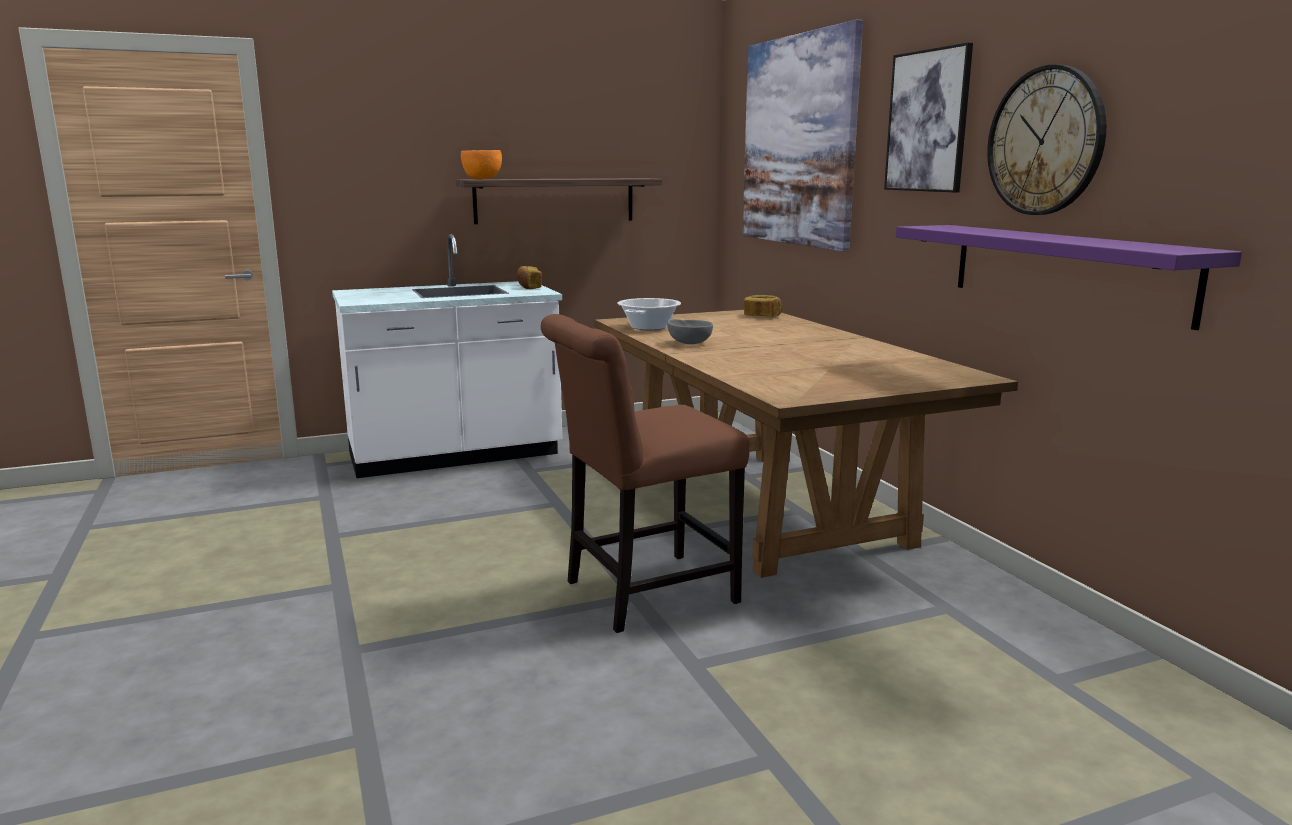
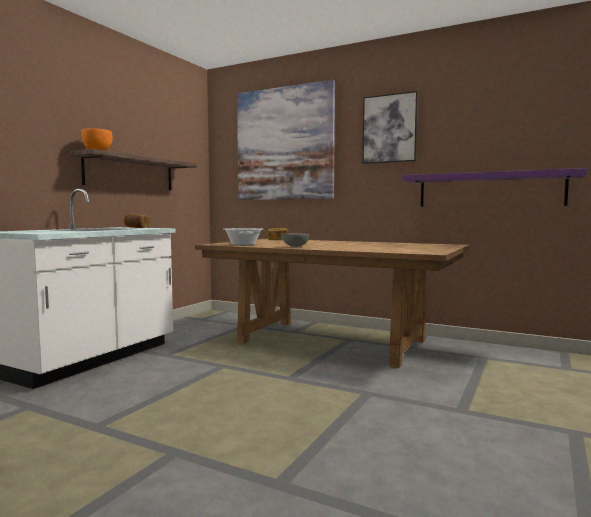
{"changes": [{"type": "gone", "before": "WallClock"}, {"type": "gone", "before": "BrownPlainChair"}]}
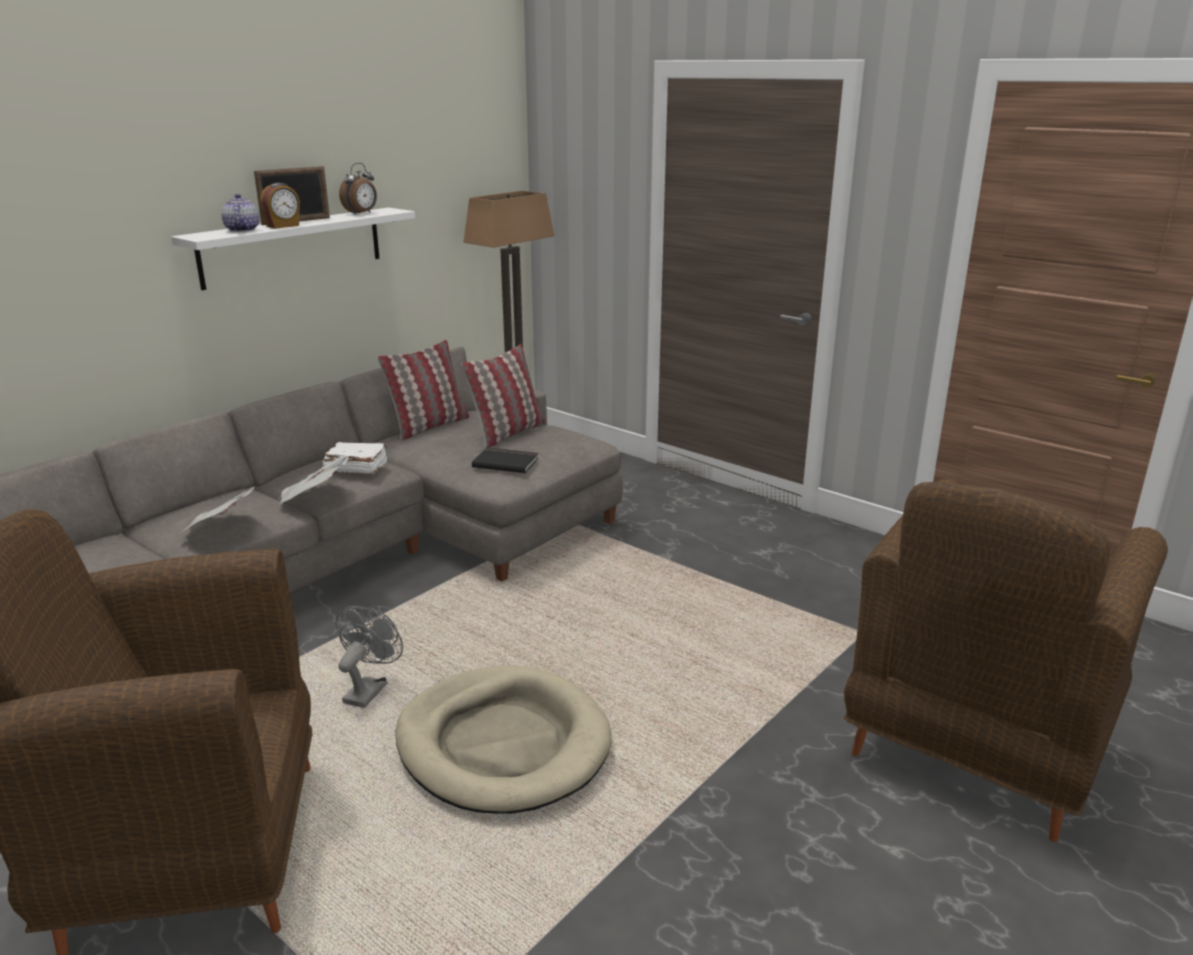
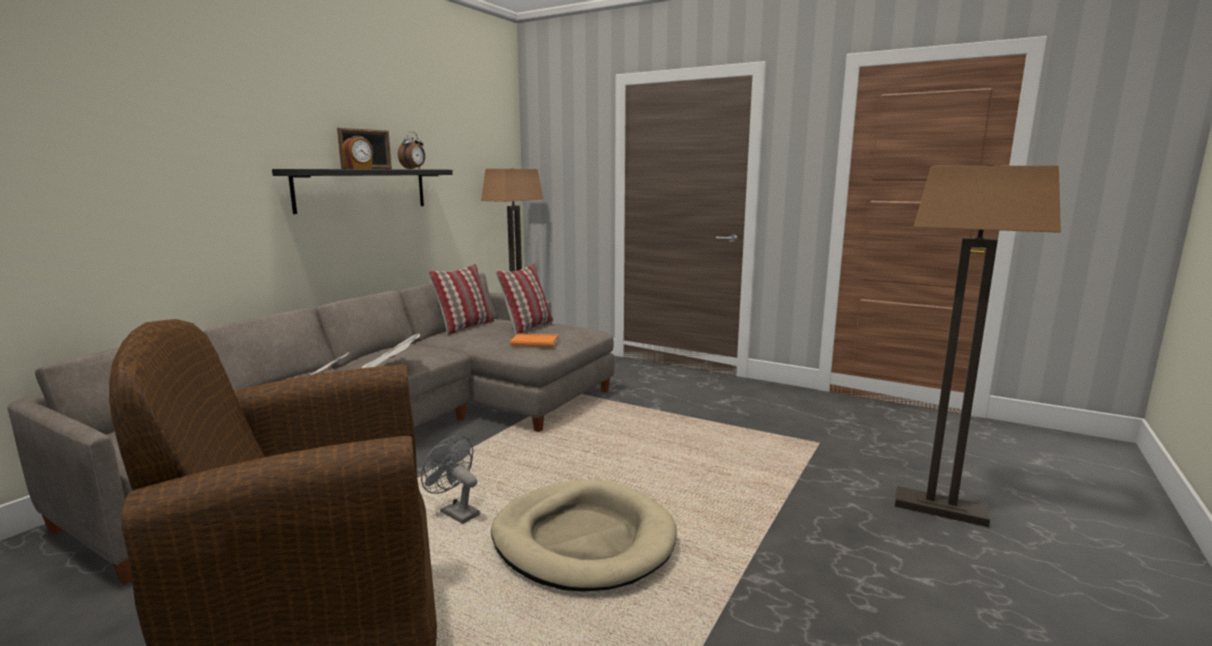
{"changes": [{"type": "gone", "before": "PotForTea"}, {"type": "repainted", "before": "WhitishWallShelf", "after": "BlackWallShelf"}, {"type": "gone", "before": "WhitishBook"}, {"type": "repainted", "before": "BlackBook", "after": "OrangeyBook"}, {"type": "swapped", "before": "BrownEasyChair (no. 2 from left)", "after": "StandingLamp (no. 2 from left)"}, {"type": "rotated", "before": "GreyCoolingFan", "turn": -60}]}
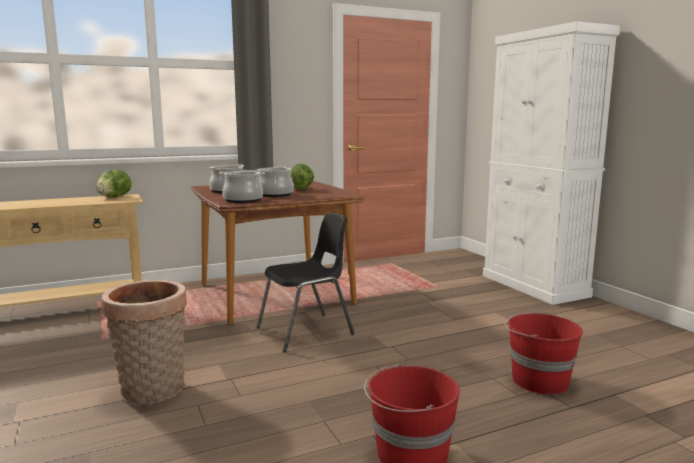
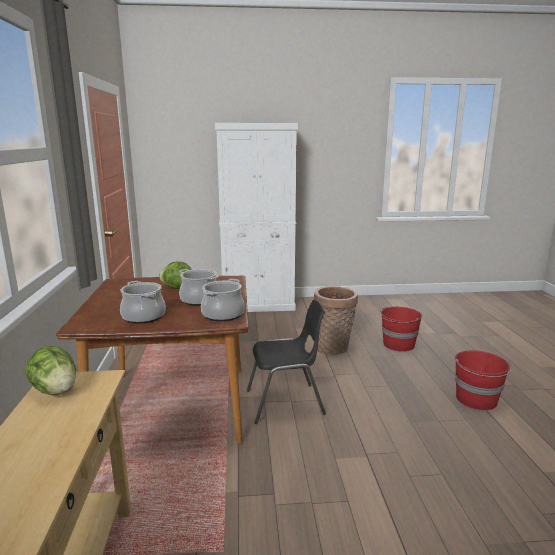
{"changes": [{"type": "rotated", "before": "BlackPlainChair", "turn": 90}, {"type": "shifted", "before": "Basket"}]}
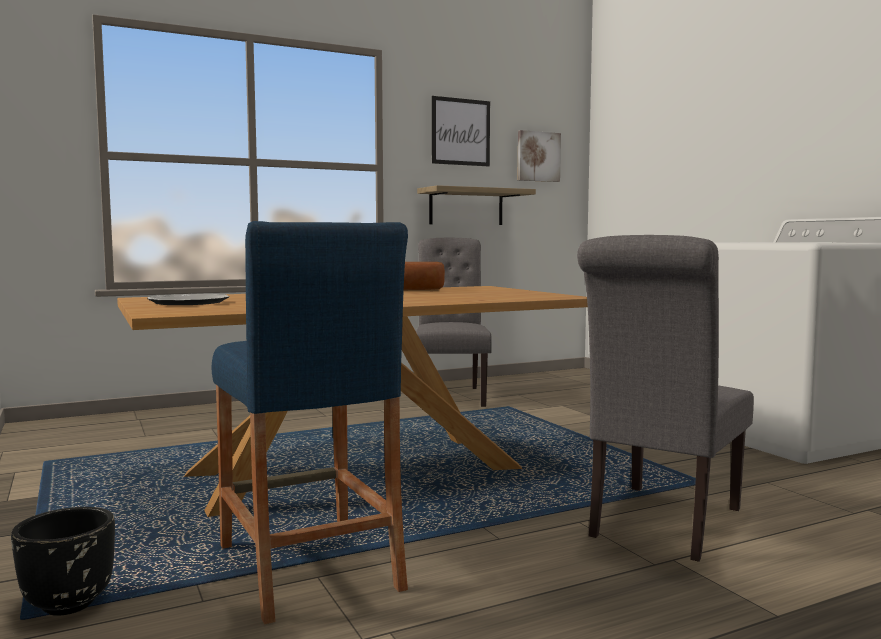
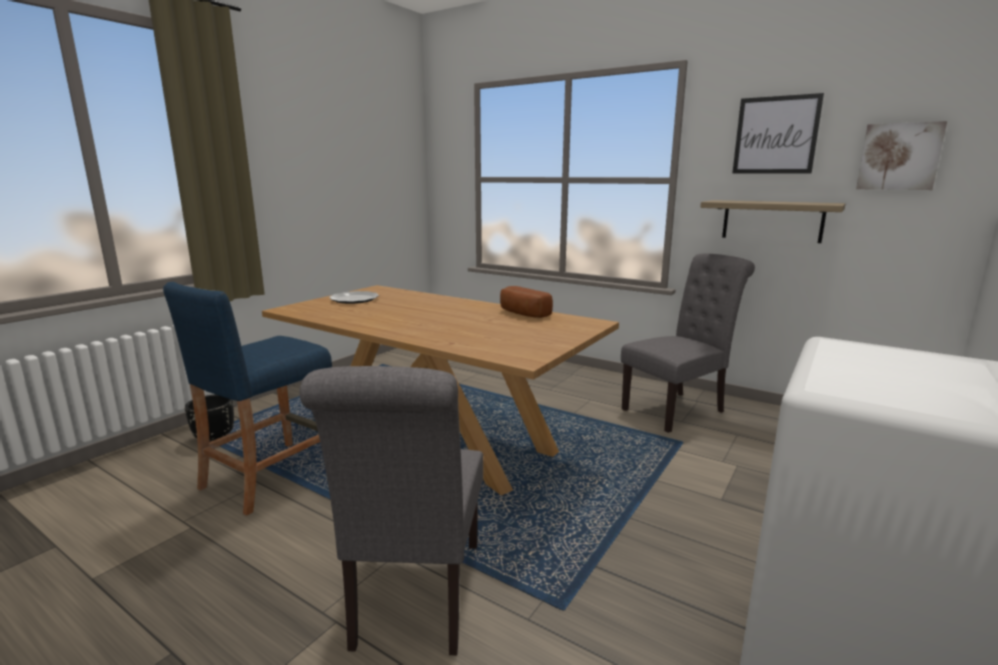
{"changes": [{"type": "rotated", "before": "GreyPlainChair (no. 2 from left in the first image)", "turn": -90}]}
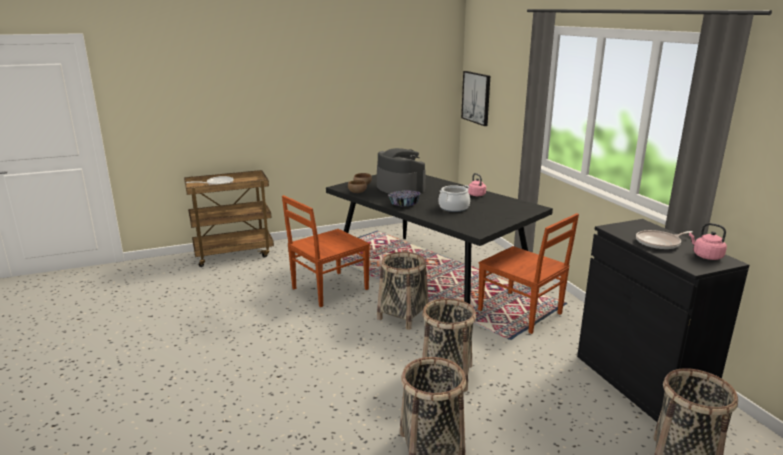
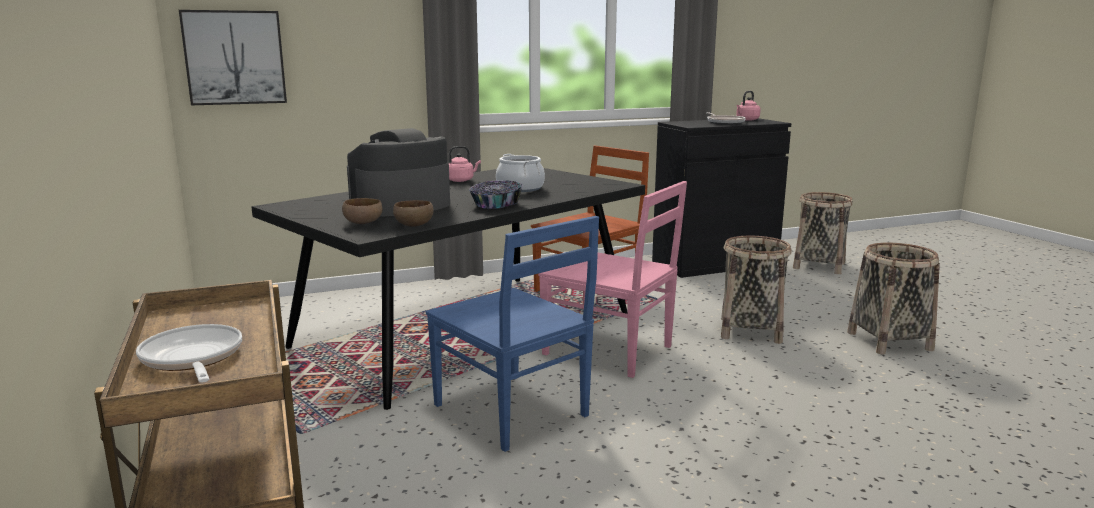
{"changes": [{"type": "repainted", "before": "BrownPlainChair (no. 1 from left)", "after": "BluePlainChair"}, {"type": "swapped", "before": "Basket (no. 1 from left)", "after": "PinkPlainChair"}]}
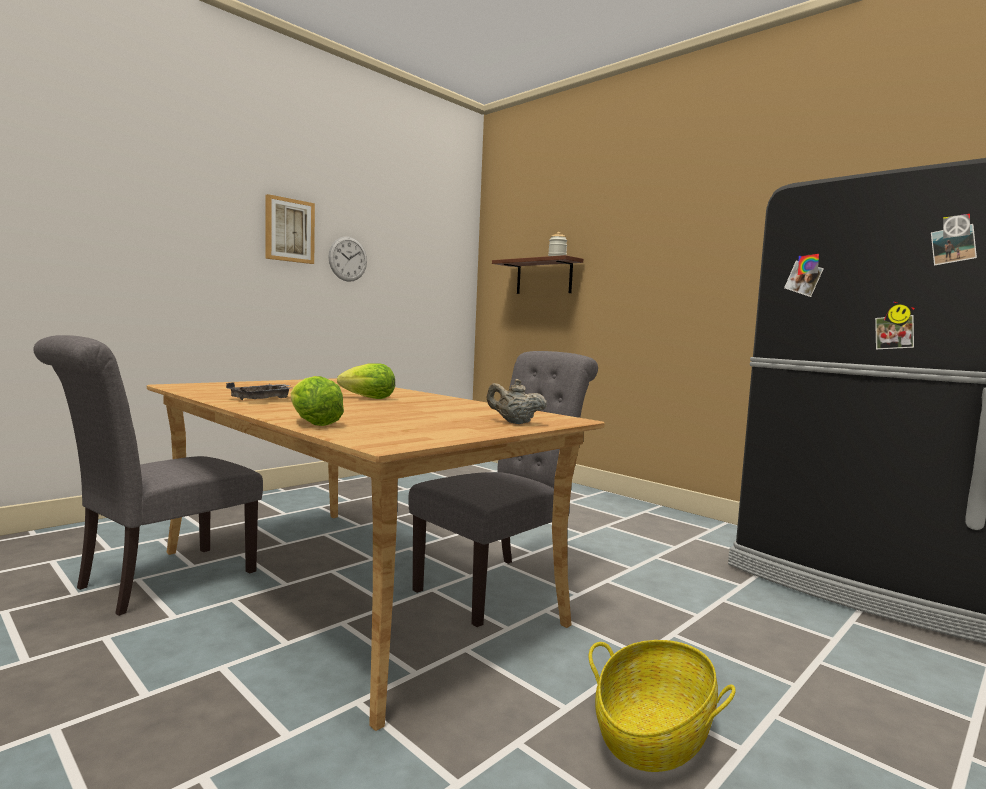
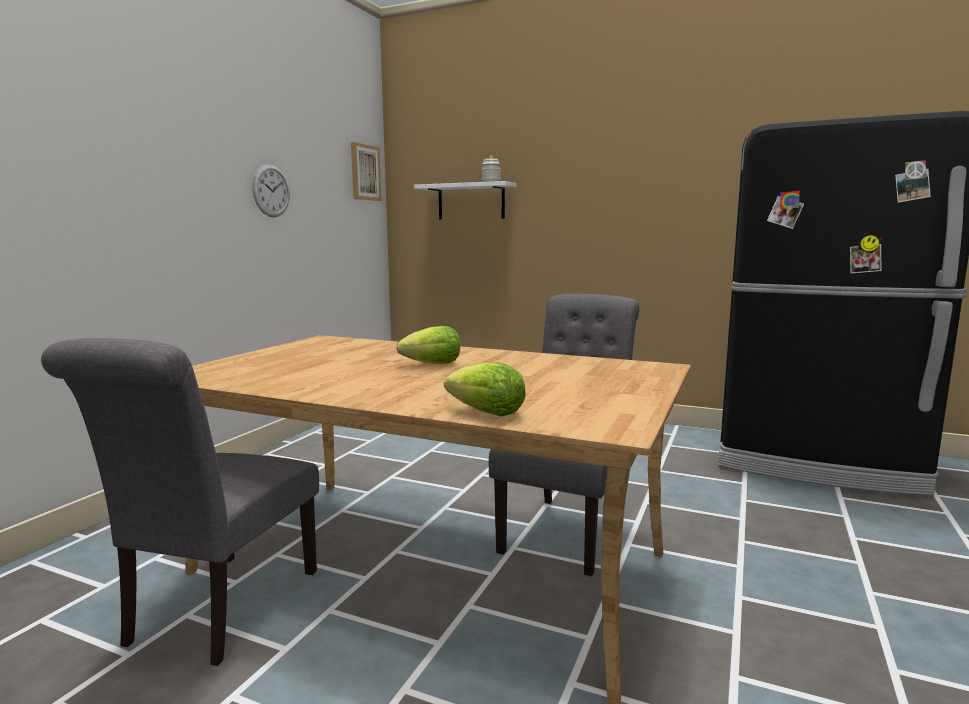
{"changes": [{"type": "shifted", "before": "WallPicture"}, {"type": "repainted", "before": "BrownWallShelf", "after": "WhitishWallShelf"}, {"type": "gone", "before": "BeigePotForTea"}, {"type": "gone", "before": "GreyCarryingTray"}, {"type": "gone", "before": "Basket"}]}
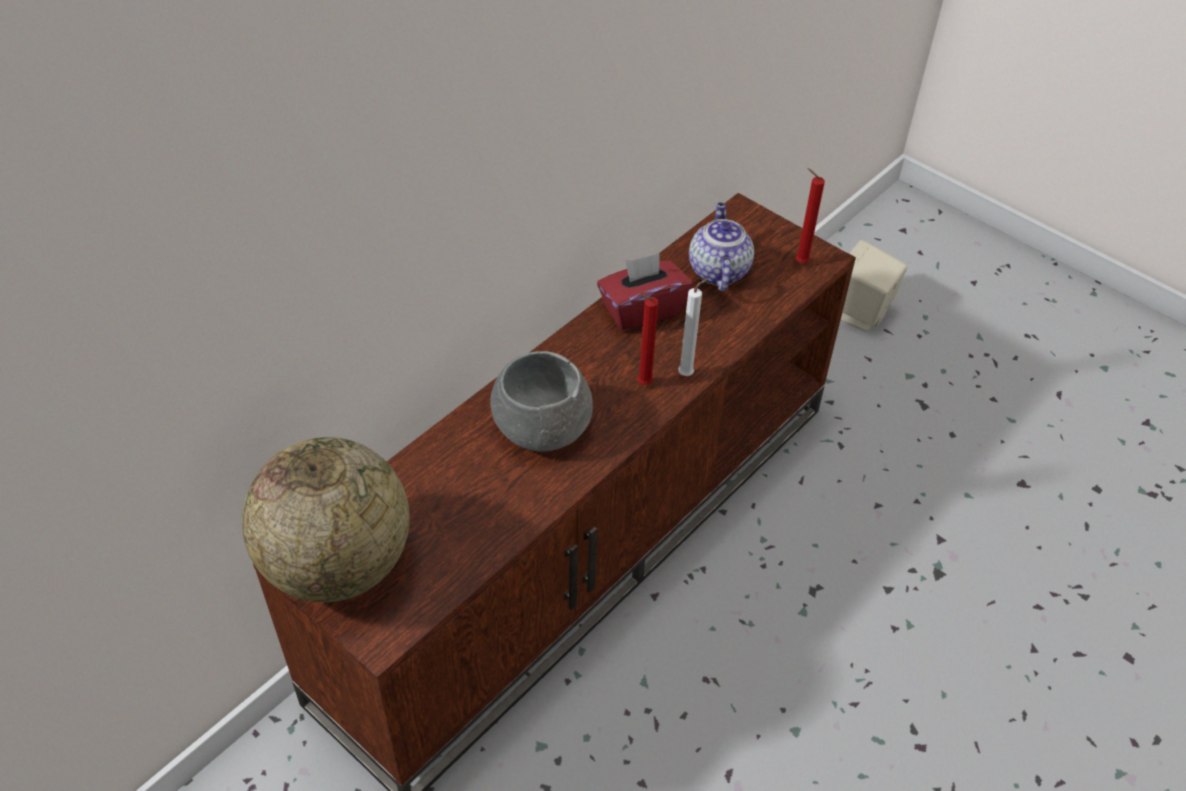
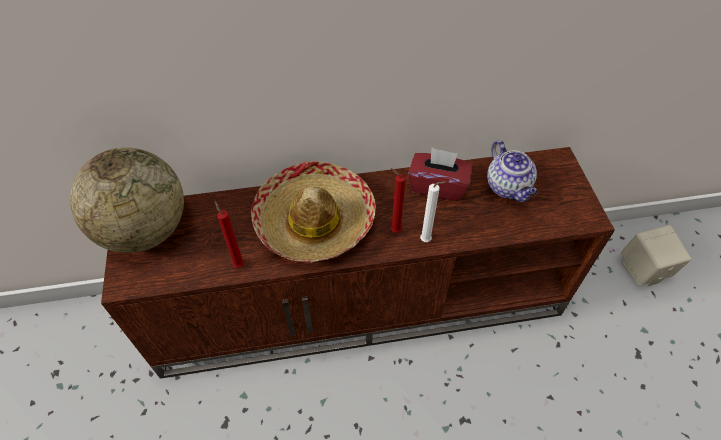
{"changes": [{"type": "shifted", "before": "RedCandle (no. 2 from left in the first image)", "after": "RedCandle (no. 1 from left)"}, {"type": "rotated", "before": "PotForTea", "turn": 120}, {"type": "swapped", "before": "GreyBowl", "after": "Hat"}]}
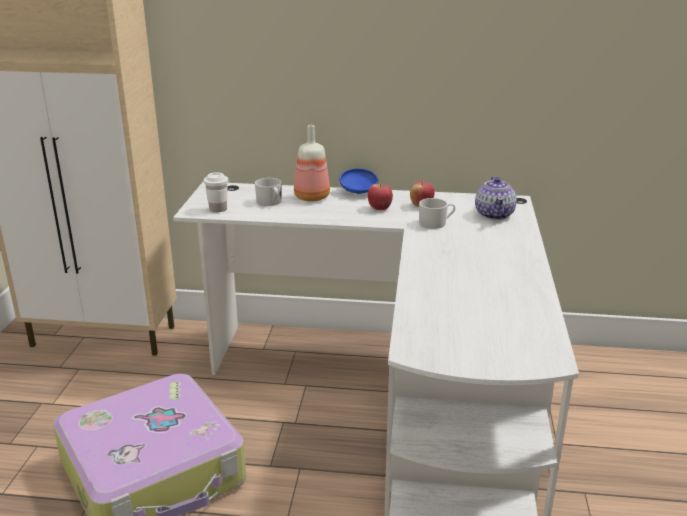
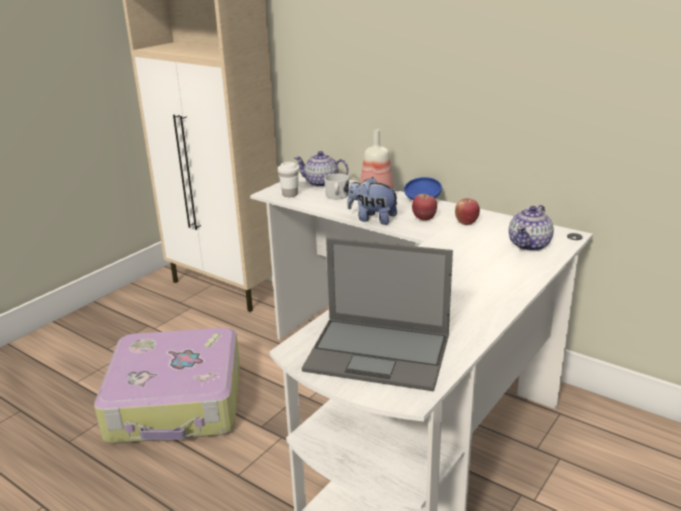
{"changes": [{"type": "gone", "before": "WhitishCoffeeMug (no. 2 from left)"}, {"type": "new", "after": "PotForTea (no. 1 from left)"}, {"type": "new", "after": "SoftToy"}, {"type": "new", "after": "PortableComputer"}]}
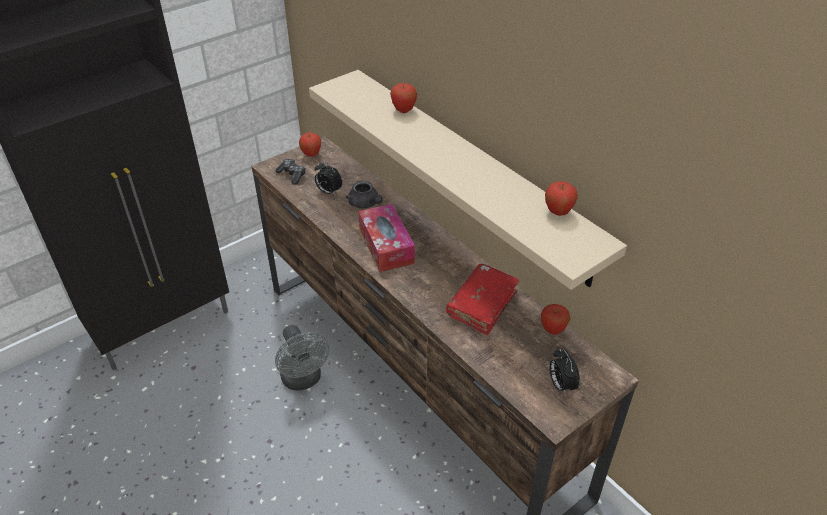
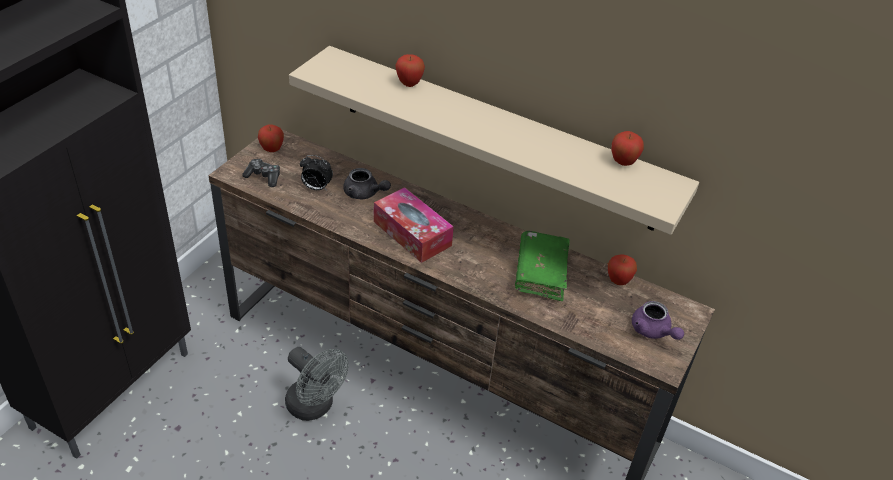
{"changes": [{"type": "repainted", "before": "RedBook", "after": "GreenColouredBook"}, {"type": "swapped", "before": "TableClock (no. 2 from left)", "after": "PurplishPotForTea"}]}
